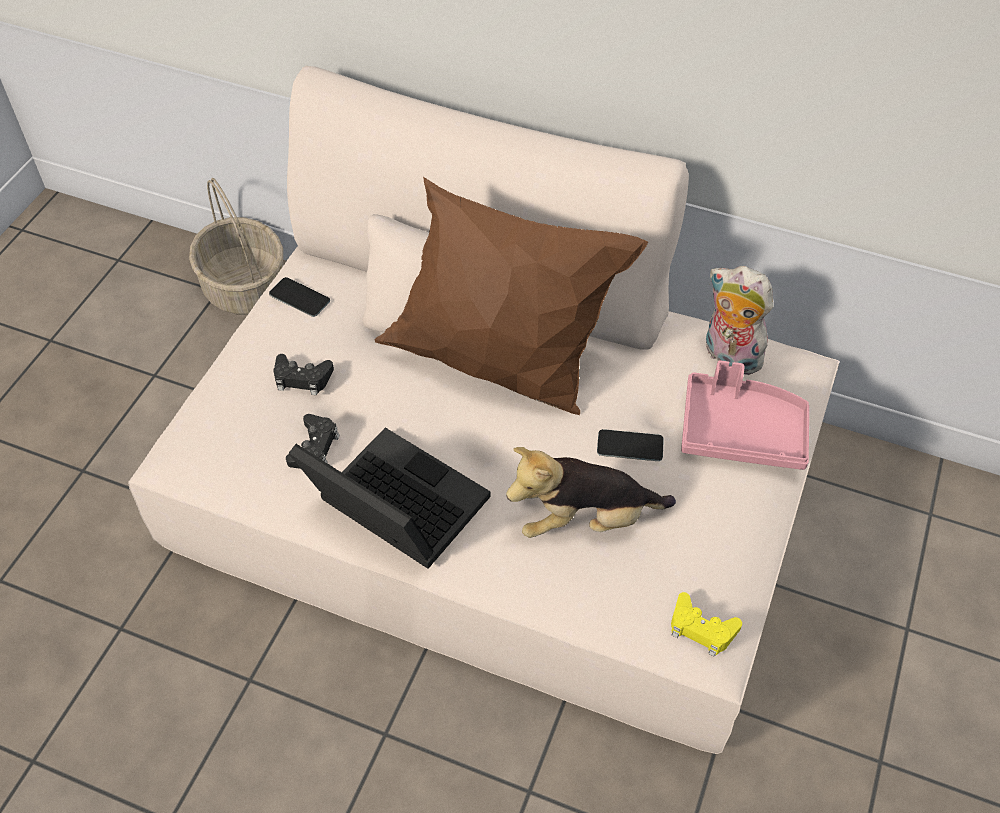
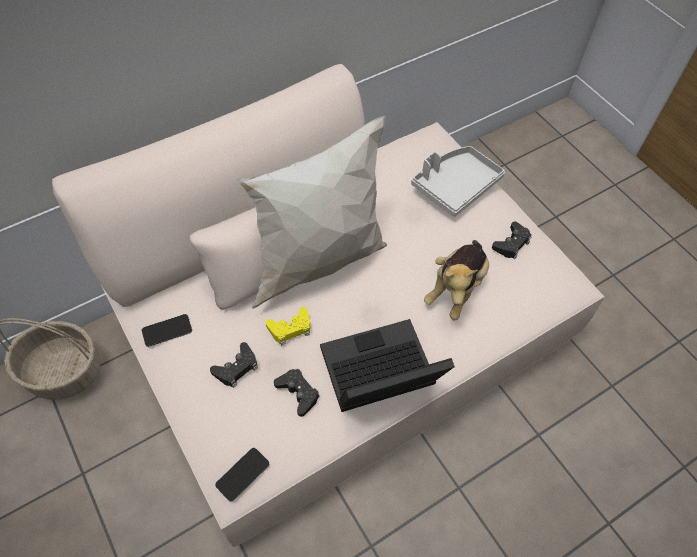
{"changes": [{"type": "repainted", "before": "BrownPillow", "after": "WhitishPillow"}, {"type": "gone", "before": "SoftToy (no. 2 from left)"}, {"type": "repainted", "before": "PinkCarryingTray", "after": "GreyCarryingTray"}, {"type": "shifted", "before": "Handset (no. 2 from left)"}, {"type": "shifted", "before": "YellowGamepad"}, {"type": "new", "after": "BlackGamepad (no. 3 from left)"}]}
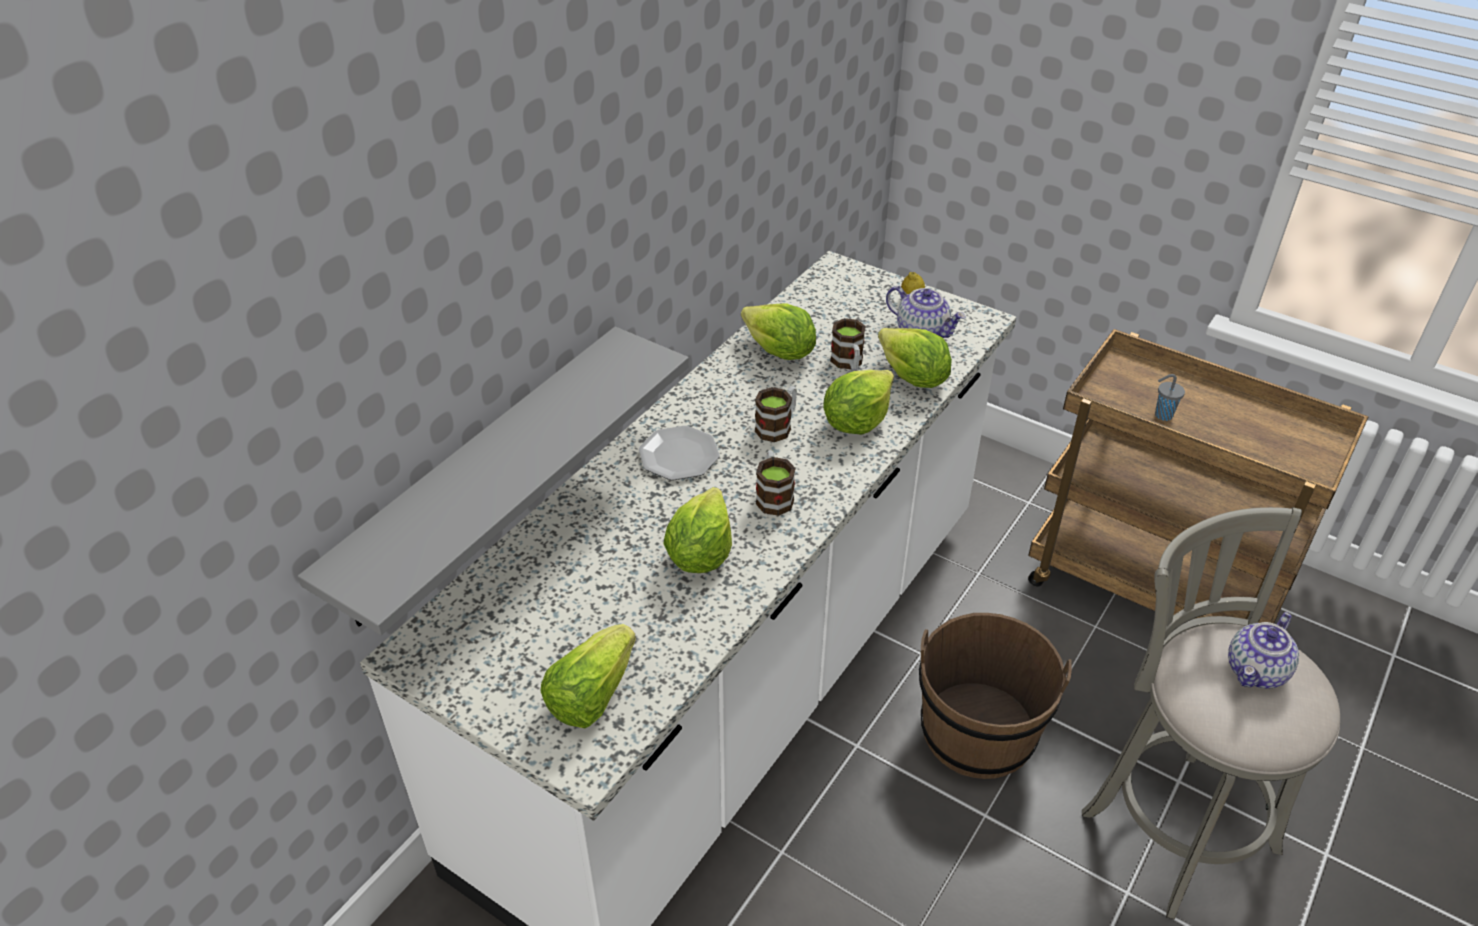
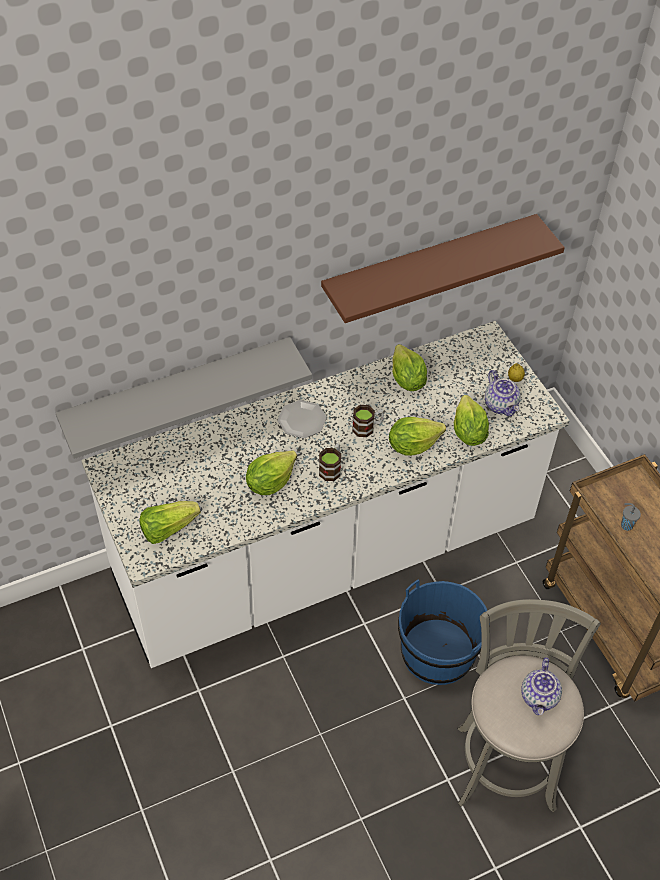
{"changes": [{"type": "gone", "before": "CoffeeMug (no. 3 from left)"}, {"type": "rotated", "before": "PotForTea (no. 2 from left)", "turn": -60}, {"type": "repainted", "before": "BrownPail", "after": "BluePail"}, {"type": "new", "after": "BrownWallShelf"}]}
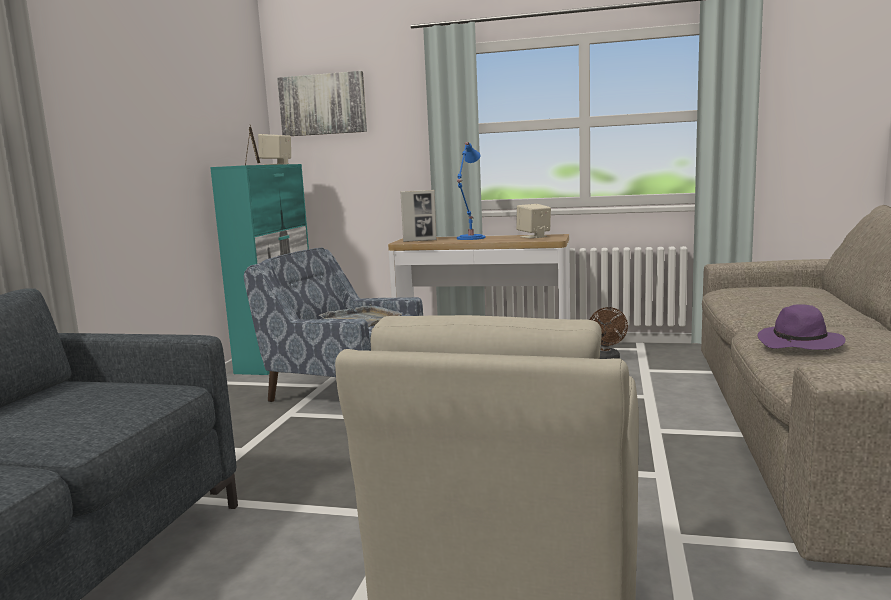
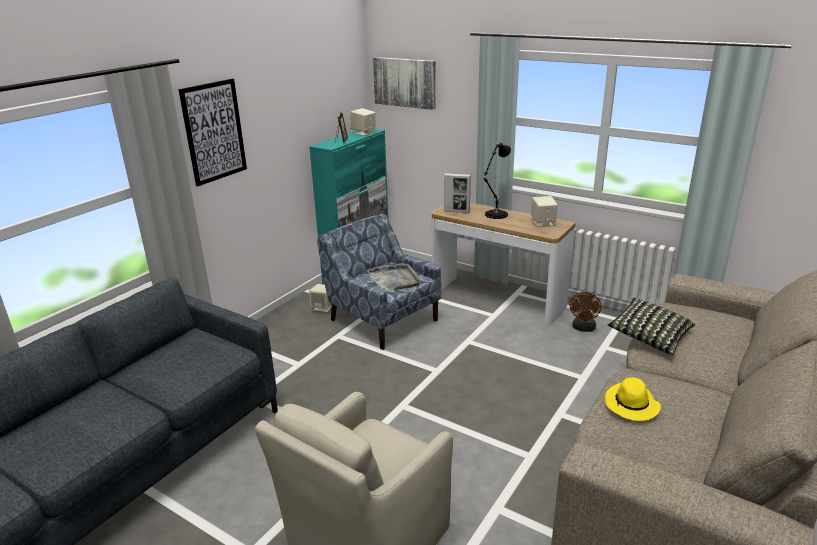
{"changes": [{"type": "repainted", "before": "BlueTableLamp", "after": "BlackTableLamp"}, {"type": "repainted", "before": "PurplishHat", "after": "YellowHat"}, {"type": "new", "after": "WallPicture (no. 1 from left)"}, {"type": "new", "after": "BeigeLoudspeaker (no. 1 from left)"}, {"type": "new", "after": "Pillow"}]}
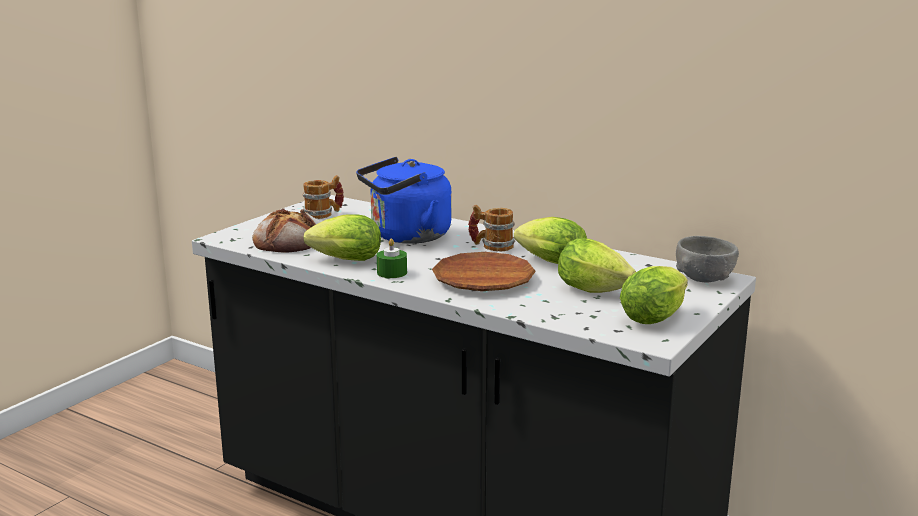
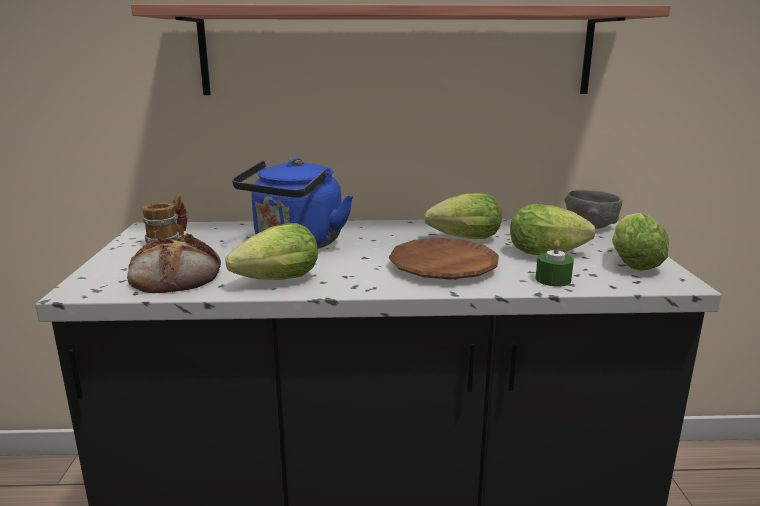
{"changes": [{"type": "gone", "before": "CoffeeMug (no. 2 from left)"}, {"type": "shifted", "before": "GreenColouredCandle"}, {"type": "new", "after": "WallShelf"}]}
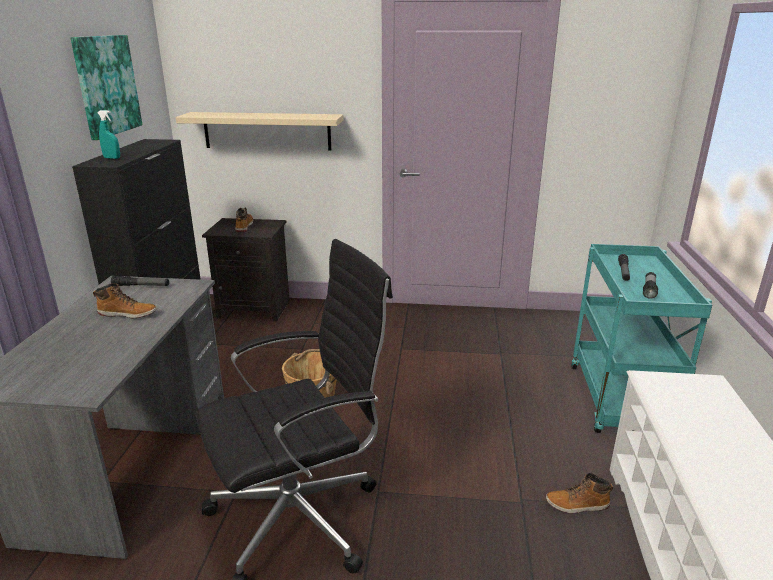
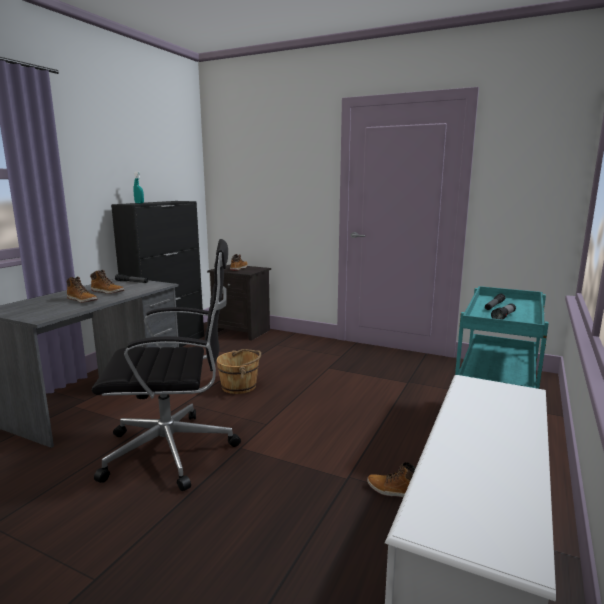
{"changes": [{"type": "gone", "before": "WallPicture"}, {"type": "gone", "before": "BeigeWallShelf"}, {"type": "new", "after": "HighTopBoot (no. 1 from left)"}]}
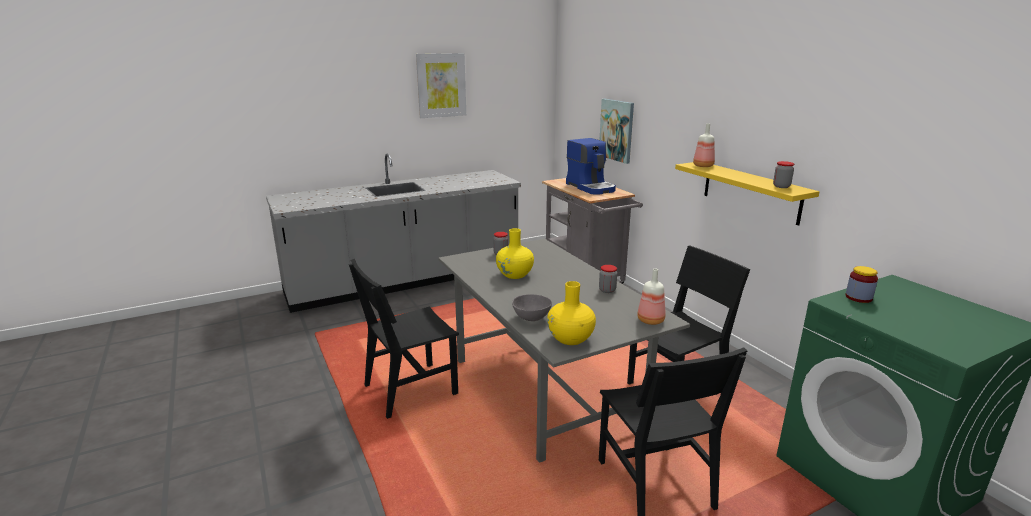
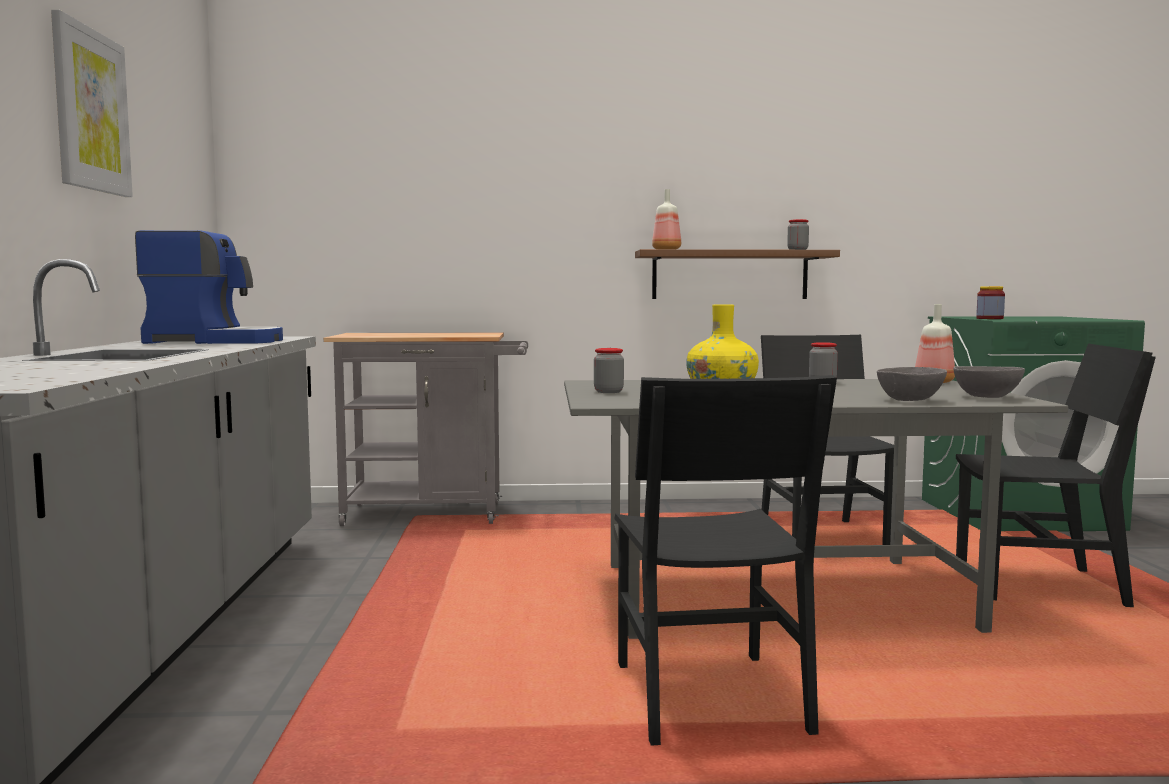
{"changes": [{"type": "gone", "before": "WallPicture (no. 2 from left)"}, {"type": "shifted", "before": "CoffeeMaker"}, {"type": "repainted", "before": "YellowWallShelf", "after": "BrownWallShelf"}, {"type": "swapped", "before": "YellowVase (no. 2 from left)", "after": "GreyBowl (no. 2 from left)"}]}
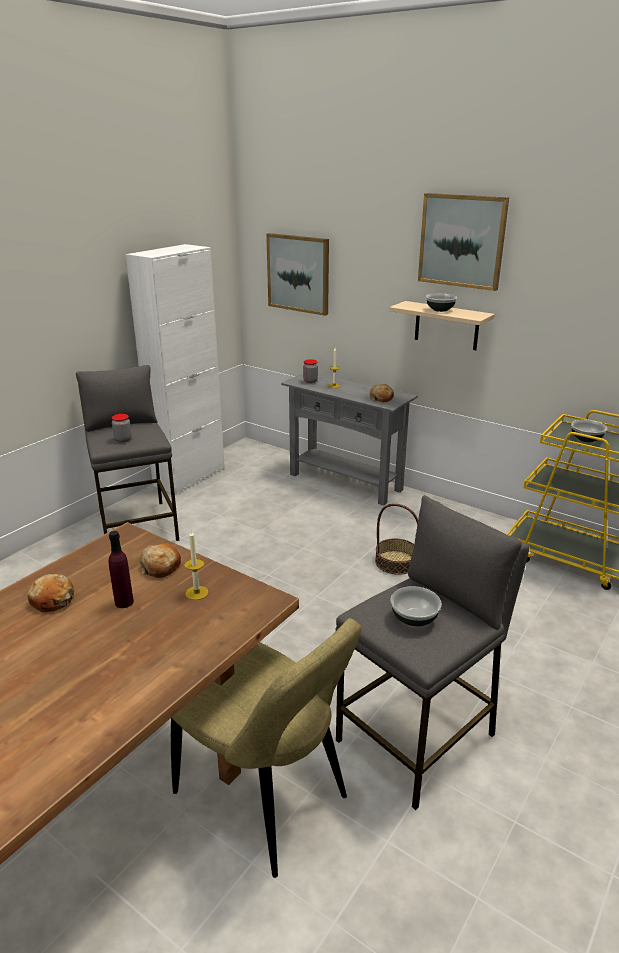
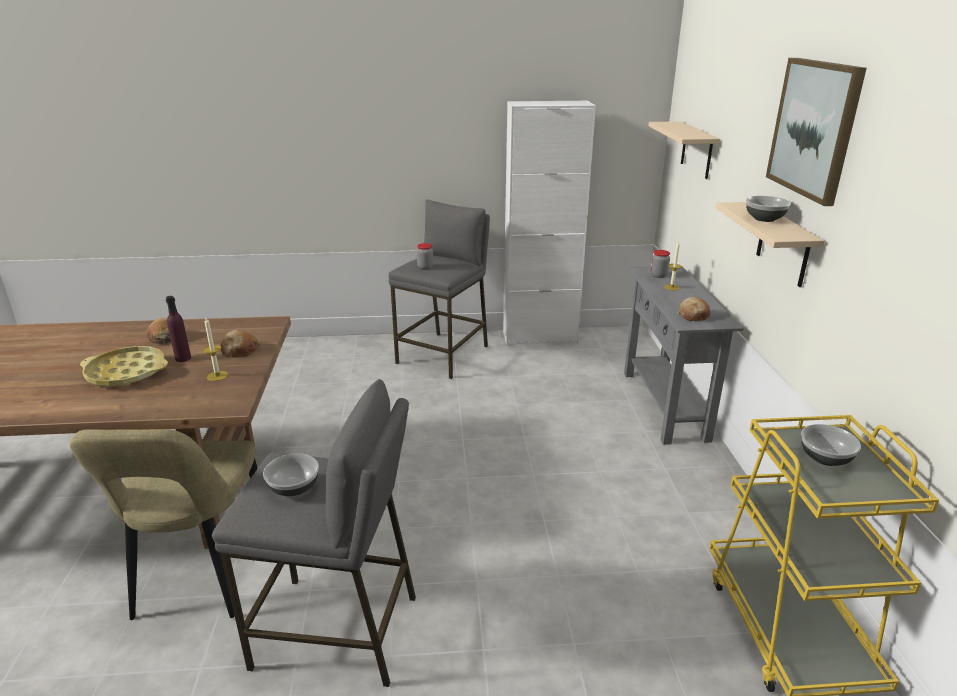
{"changes": [{"type": "swapped", "before": "WallPicture (no. 1 from left)", "after": "BeigeWallShelf (no. 1 from left)"}, {"type": "gone", "before": "Basket"}, {"type": "new", "after": "YellowCarryingTray"}]}
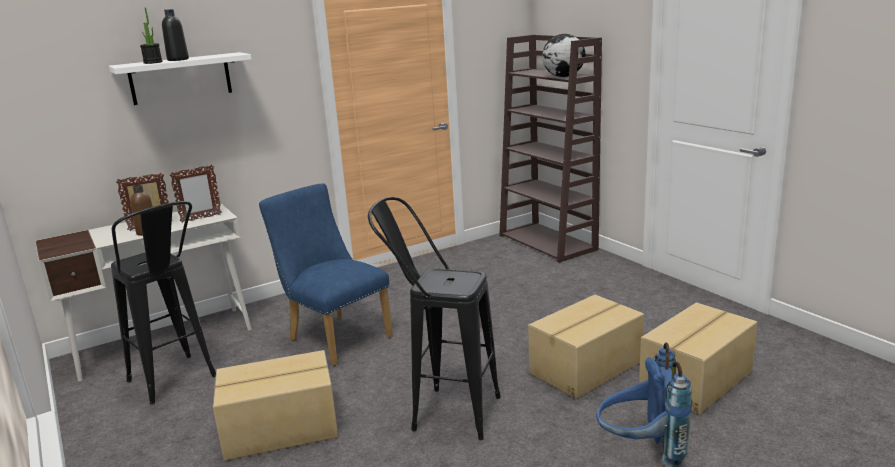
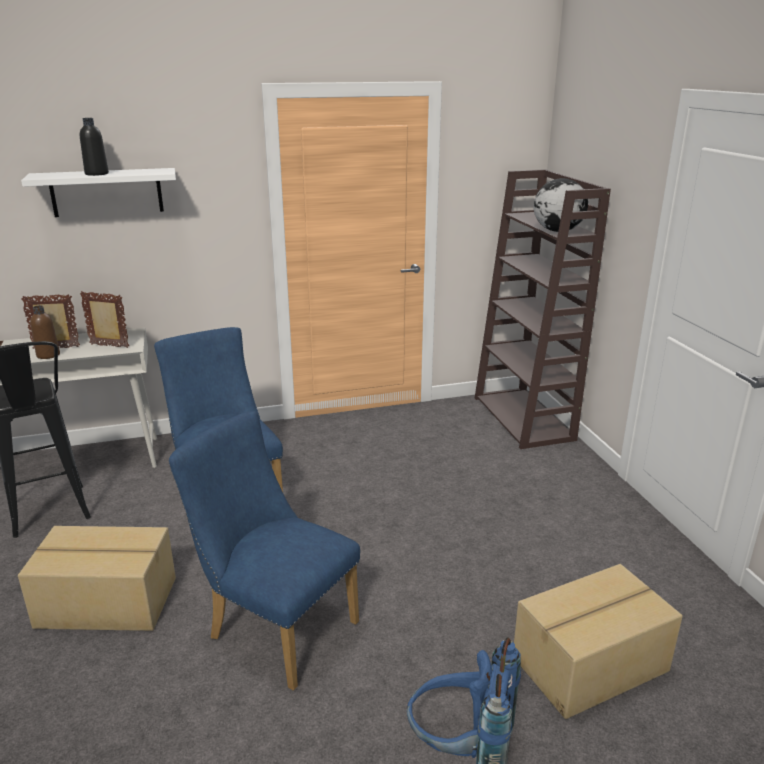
{"changes": [{"type": "gone", "before": "PlantInAPot"}, {"type": "rotated", "before": "StandingFrame (no. 2 from left)", "turn": -150}, {"type": "swapped", "before": "BlackSittingStool (no. 2 from left)", "after": "BluePlainChair (no. 2 from left)"}, {"type": "gone", "before": "Carton (no. 2 from left)"}]}
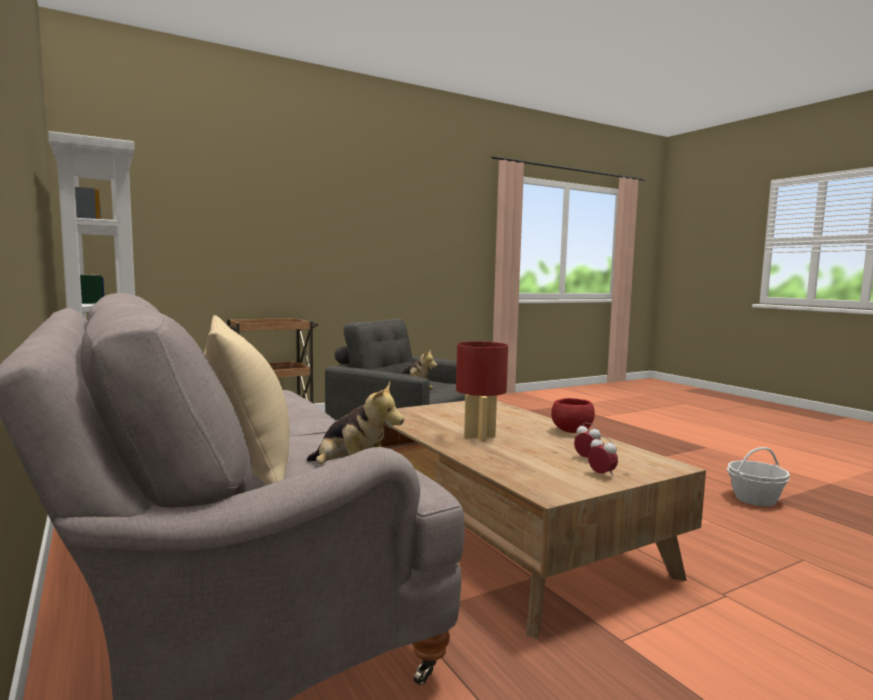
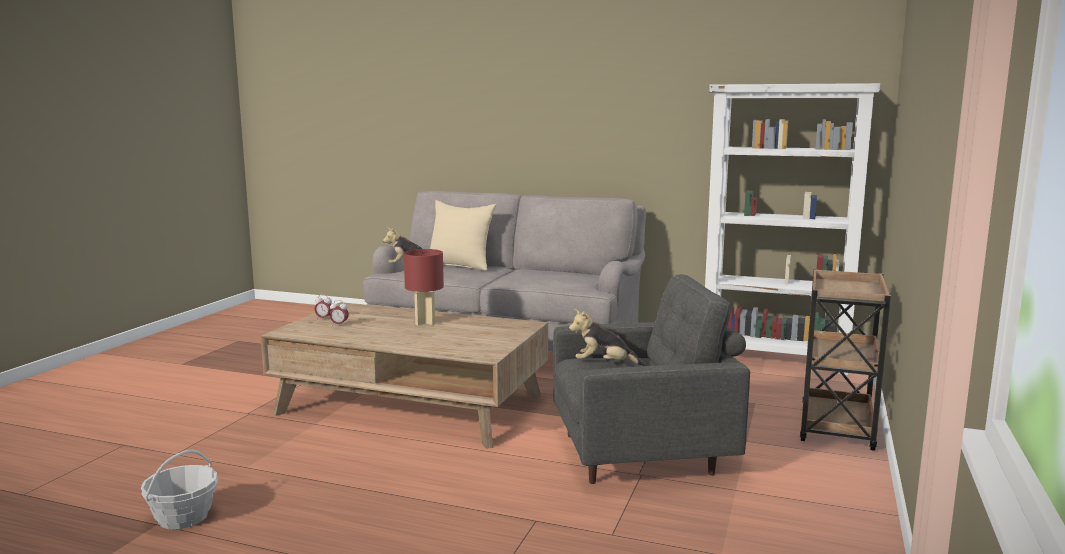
{"changes": [{"type": "gone", "before": "RedBowl"}]}
